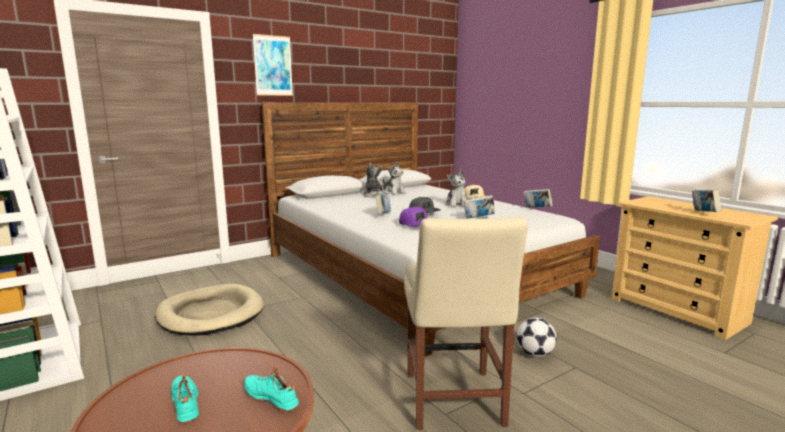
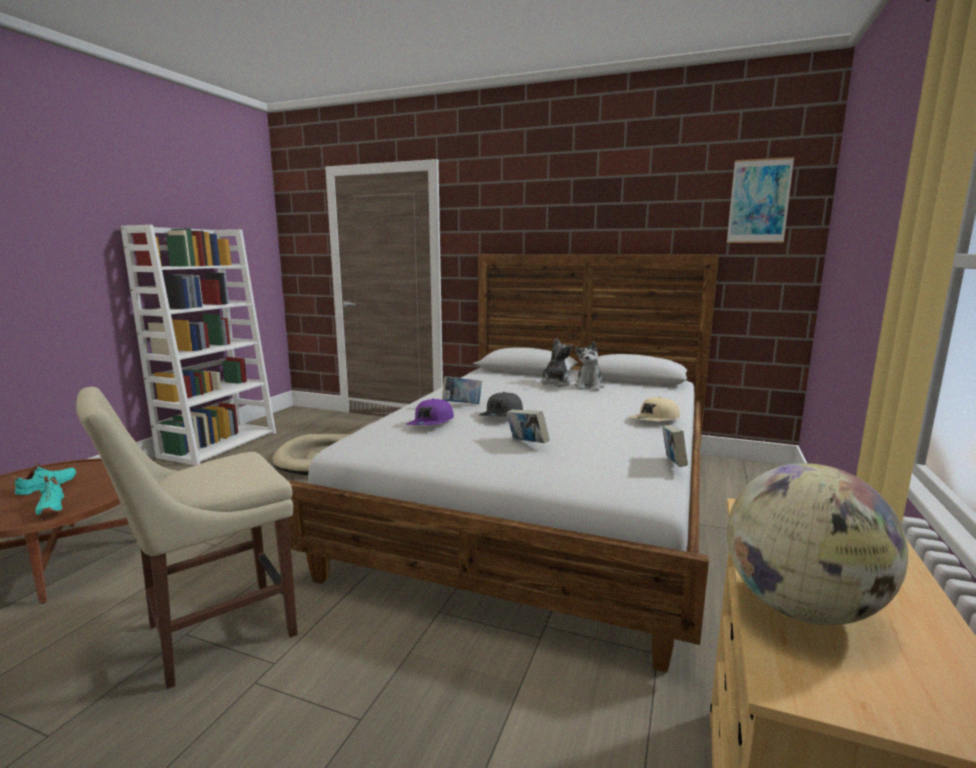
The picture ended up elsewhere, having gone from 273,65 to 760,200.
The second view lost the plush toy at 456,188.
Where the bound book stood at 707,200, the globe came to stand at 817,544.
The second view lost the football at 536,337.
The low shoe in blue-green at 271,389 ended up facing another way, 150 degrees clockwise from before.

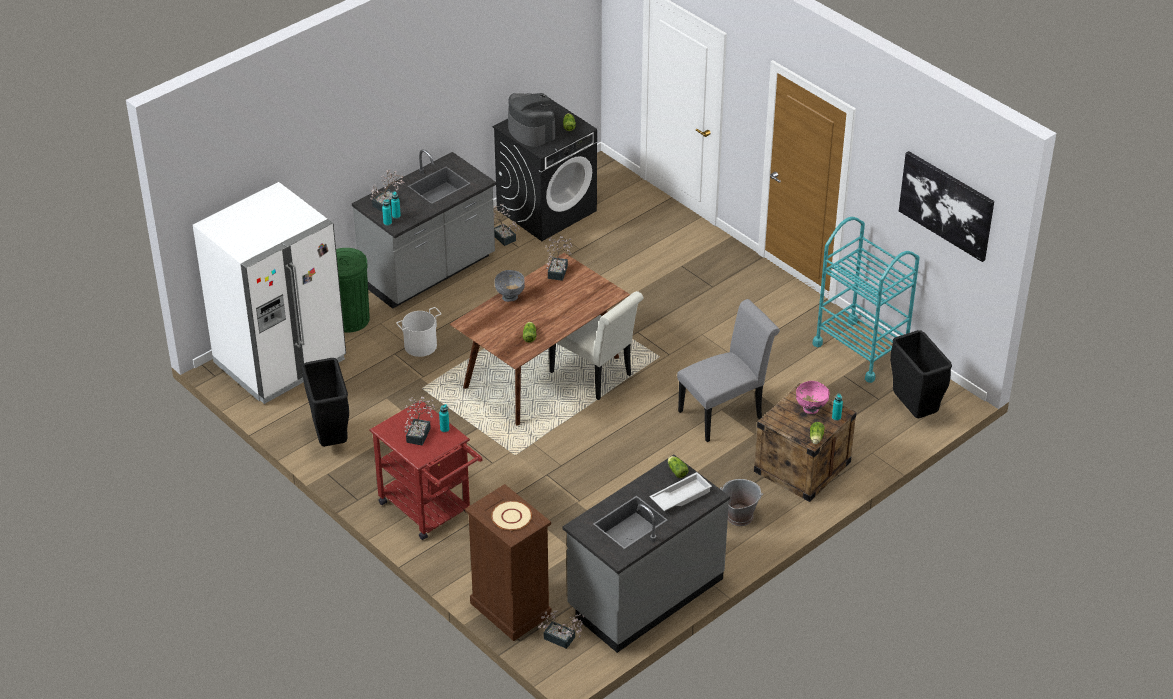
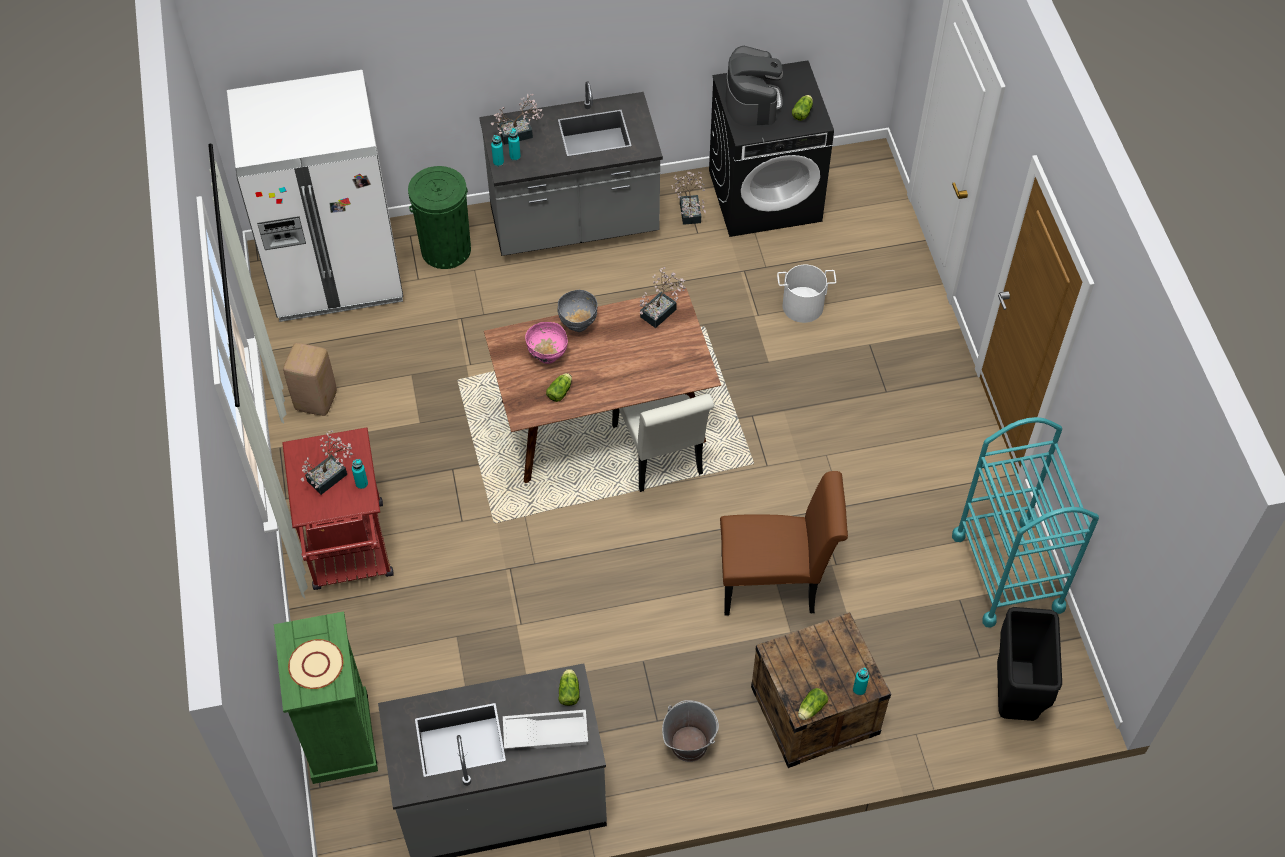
The second view lost the picture at 946,206.
What was the chair in grey at 728,370 turned into the chair in brown at 784,543.
The bucket in whitish ended up elsewhere, having gone from 418,332 to 806,294.
Where the trash can in black-coloured stood at 325,402, the sitting stool in beige-coloured came to stand at 310,379.
The bowl in pinkish ended up elsewhere, having gone from 813,397 to 546,343.
What was the dresser in brown at 508,562 turned into the dresser in green-coloured at 326,697.
The second view lost the potted plant at 561,629.

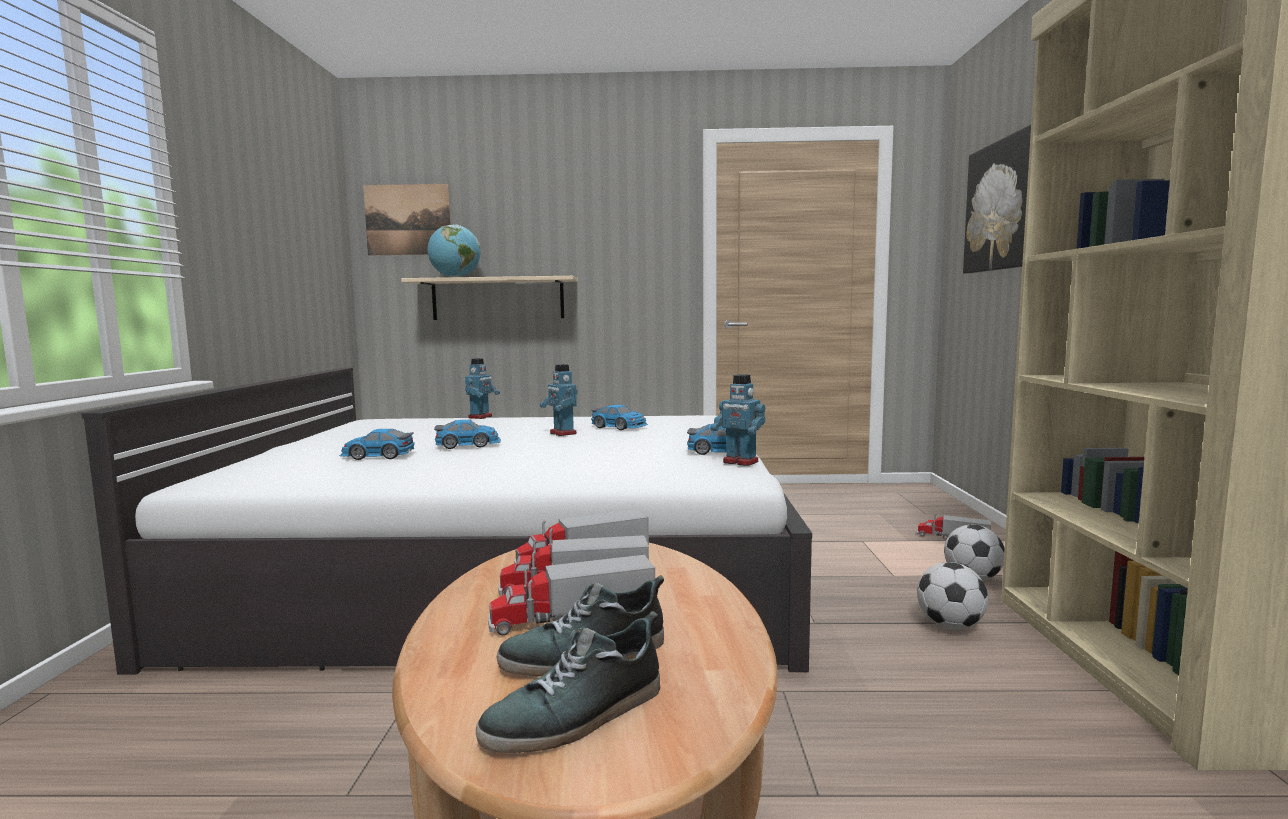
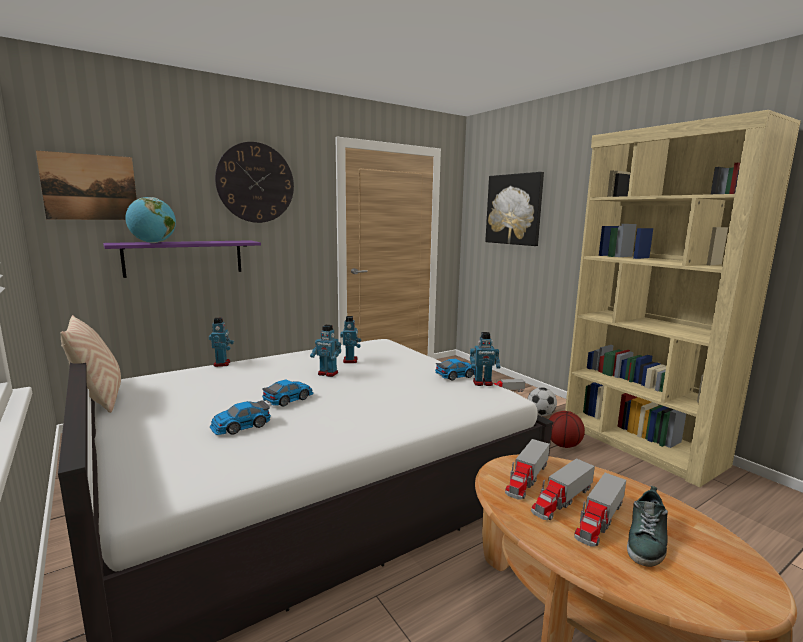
What was the shelf in beige-coloured at 489,298 turned into the shelf in purple at 182,259.
Where the miniature car stood at 619,417, the robot figure came to stand at 350,339.
Where the football stood at 952,595, the basketball ball came to stand at 567,429.
The second view lost the low shoe at 568,682.
The second view gained the clock on the wall at 254,182.
The second view gained the throw pillow in beige-coloured at 91,364.

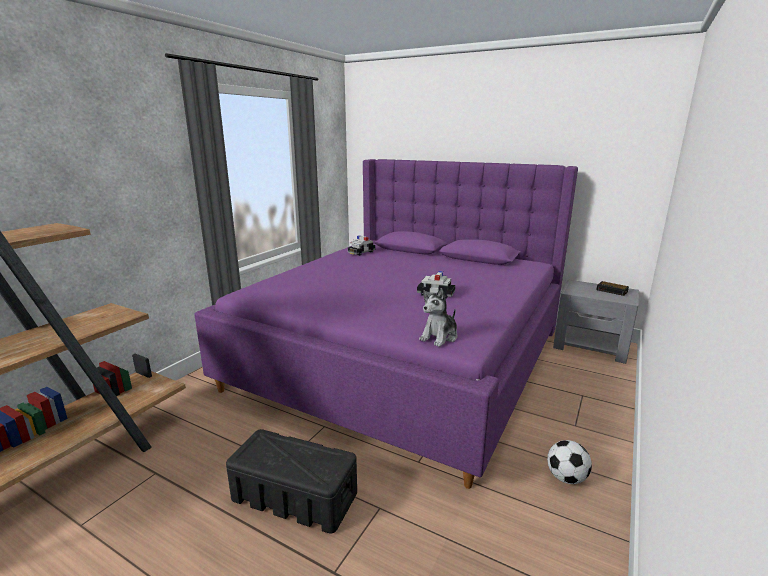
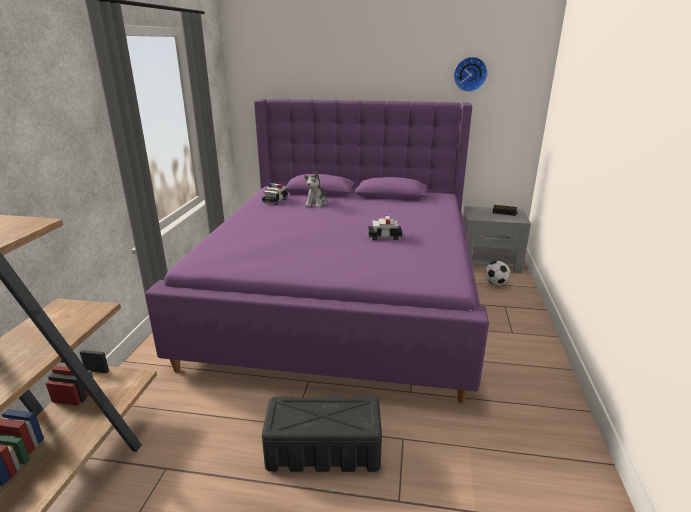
The plush toy ended up elsewhere, having gone from 438,317 to 315,190.
The football ended up elsewhere, having gone from 569,462 to 497,273.
The second view gained the clock on the wall at 471,74.

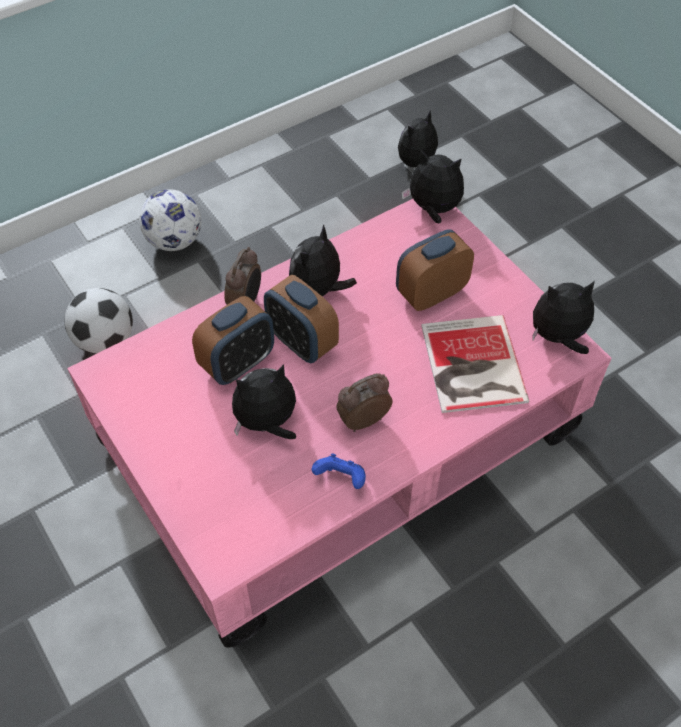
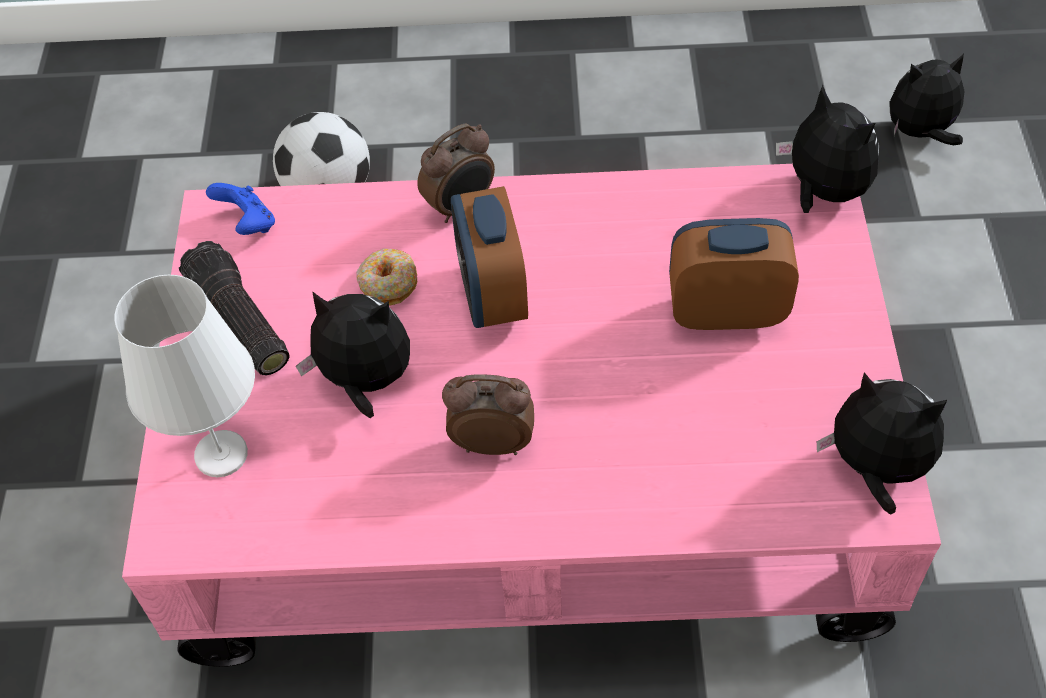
The second view lost the football at 170,220.
The second view lost the plush toy at 323,260.
Where the table clock stood at 233,340, the ring doughnut came to stand at 386,277.
The second view lost the bound book at 475,364.
The game controller in blue ended up elsewhere, having gone from 339,471 to 240,209.
The second view gained the hand torch at 234,308.
The second view gained the lamp for a table in whitish at 185,376.

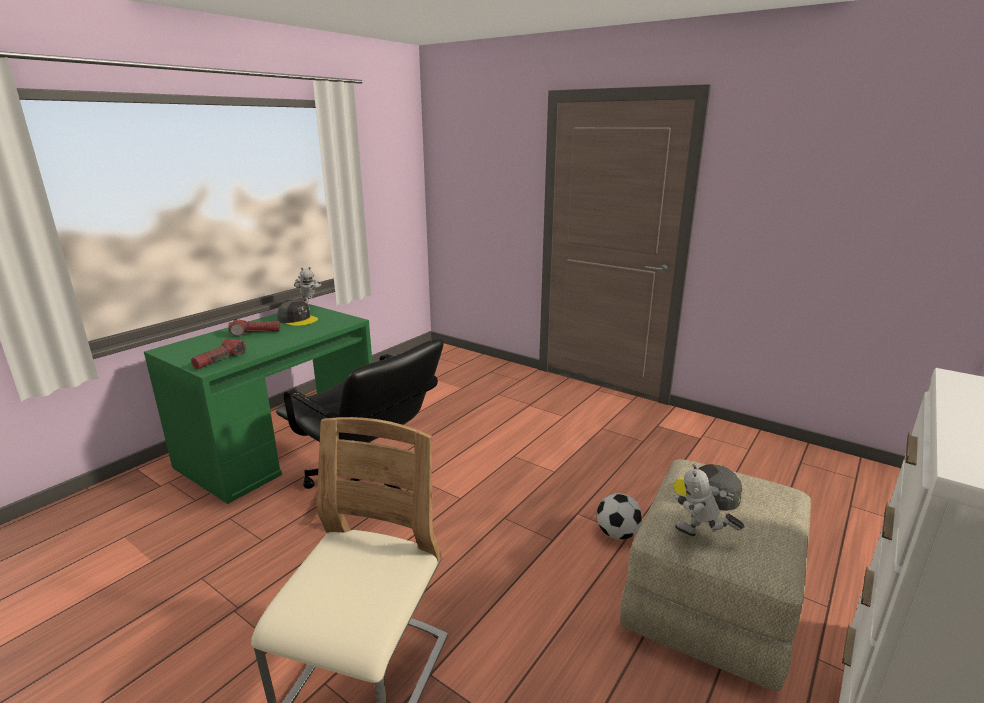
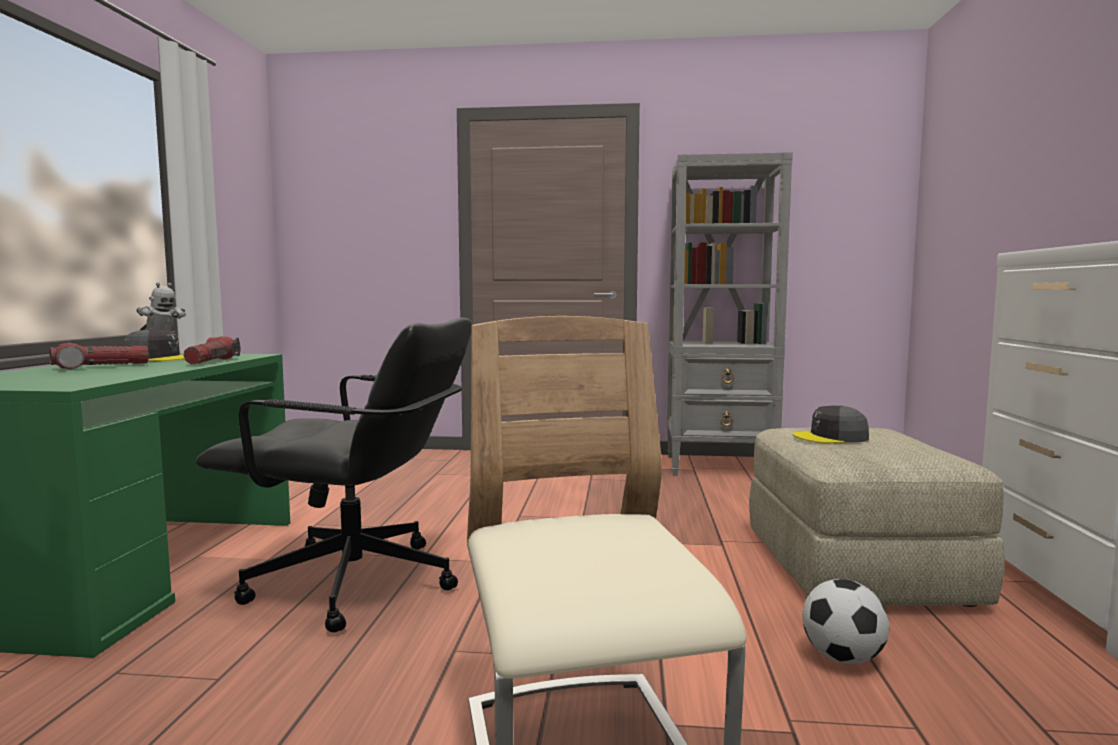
The hand torch ended up elsewhere, having gone from 219,354 to 212,350.
The second view lost the robot figure at 709,499.
The football ended up elsewhere, having gone from 619,516 to 845,621.
The second view gained the bookcase in grey at 730,314.

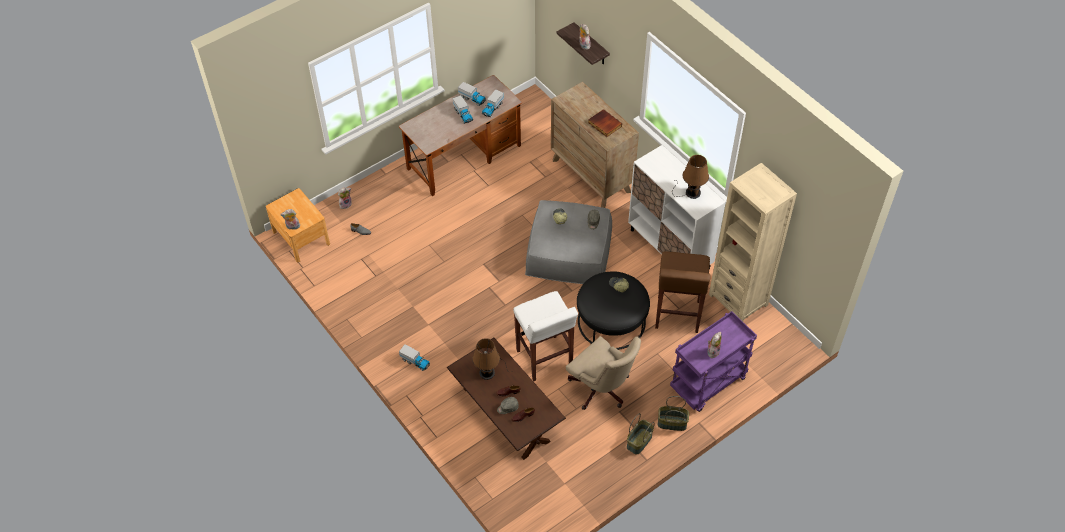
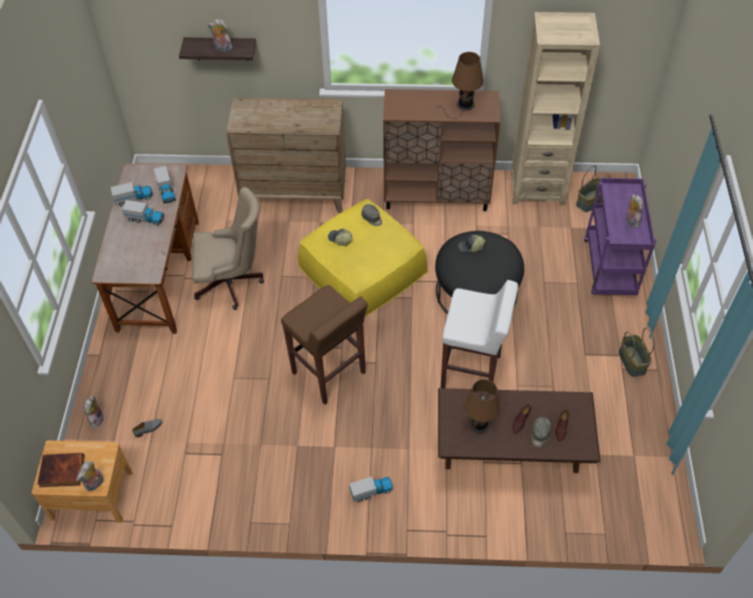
The bound book ended up elsewhere, having gone from 605,123 to 61,470.
What was the cupboard in whitish at 677,207 turned into the cupboard in brown at 442,150.
What was the footrest in grey at 568,242 turned into the footrest in yellowish at 363,258.
The sitting stool in brown ended up elsewhere, having gone from 683,292 to 324,344.
The desk chair in beige-coloured ended up elsewhere, having gone from 603,373 to 228,248.
The basket ended up elsewhere, having gone from 673,413 to 593,189.

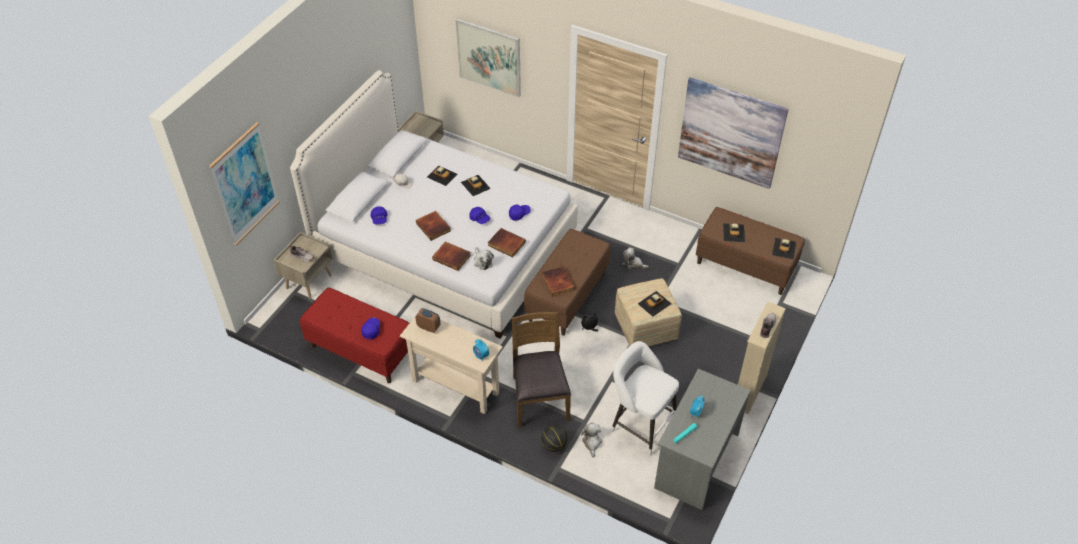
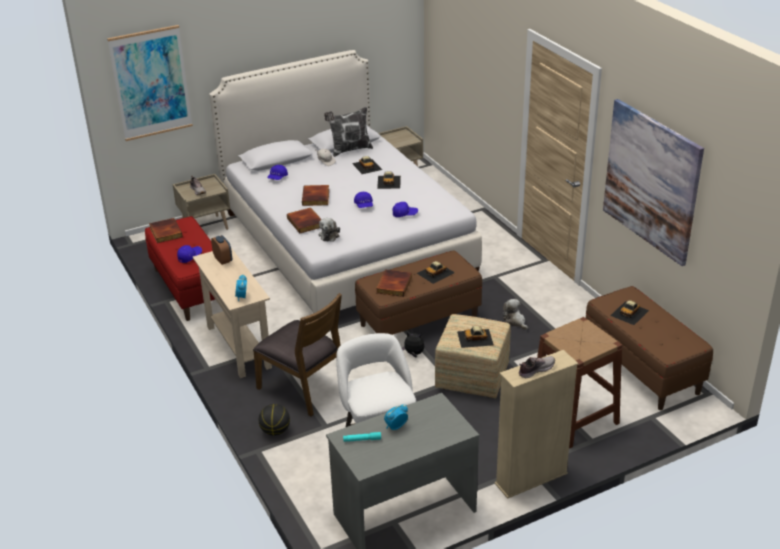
The second view lost the picture at 488,57.
The bound book ended up elsewhere, having gone from 507,242 to 166,230.
The miniature car ended up elsewhere, having gone from 784,248 to 436,272.
The chair in brown at 541,370 ended up facing another way, 105 degrees clockwise from before.
The second view lost the plush toy at 591,439.
The second view gained the throw pillow at 348,132.
The second view gained the sitting stool in brown at 579,383.

